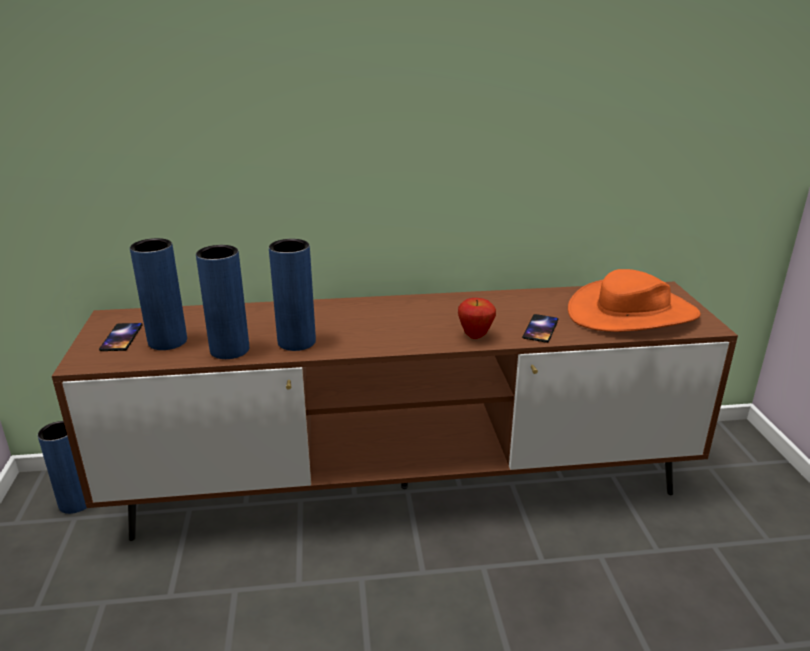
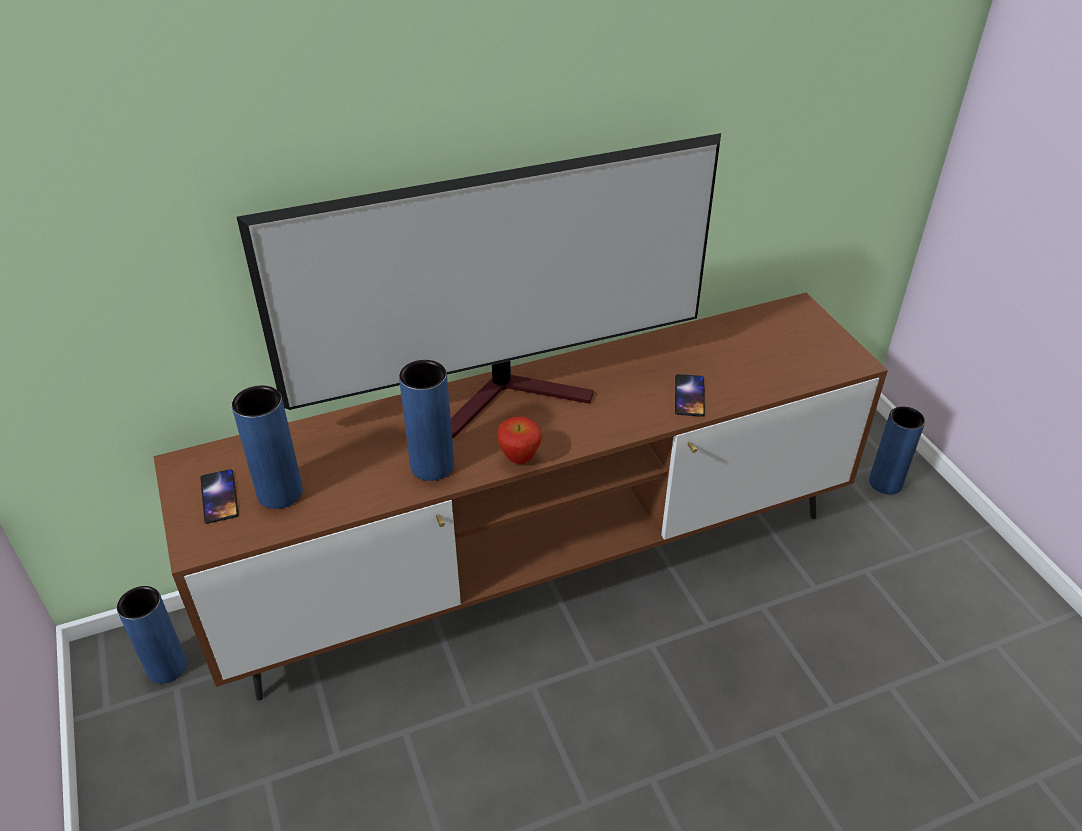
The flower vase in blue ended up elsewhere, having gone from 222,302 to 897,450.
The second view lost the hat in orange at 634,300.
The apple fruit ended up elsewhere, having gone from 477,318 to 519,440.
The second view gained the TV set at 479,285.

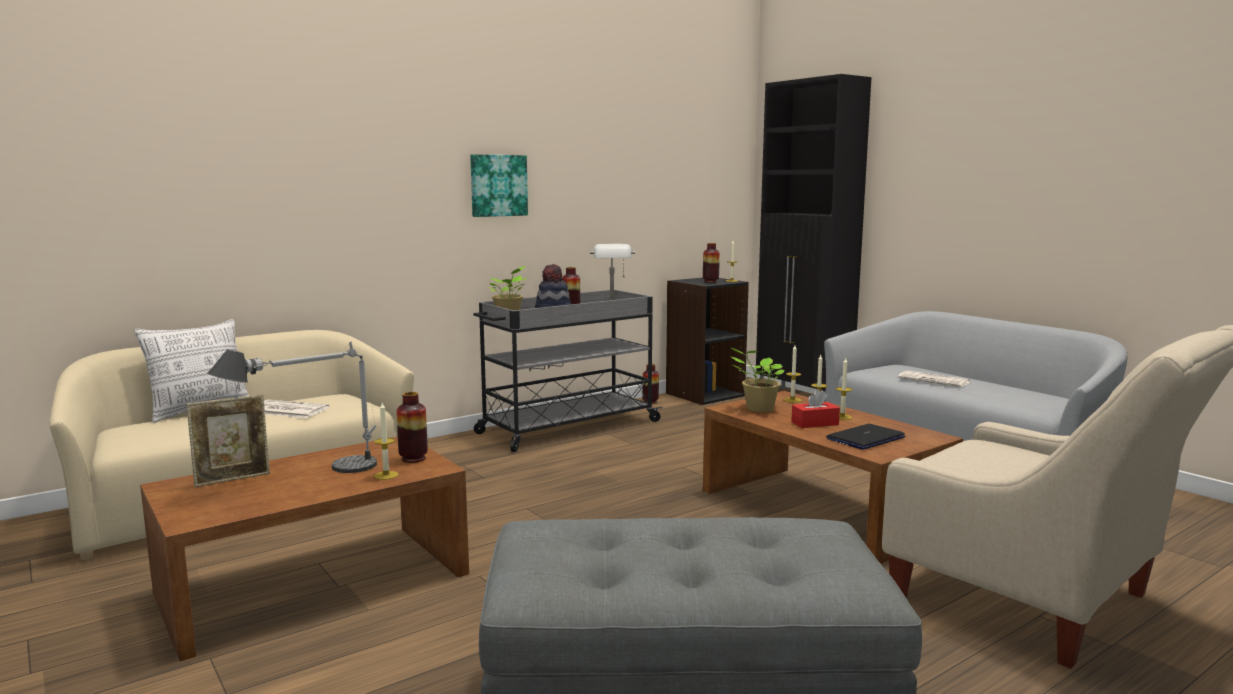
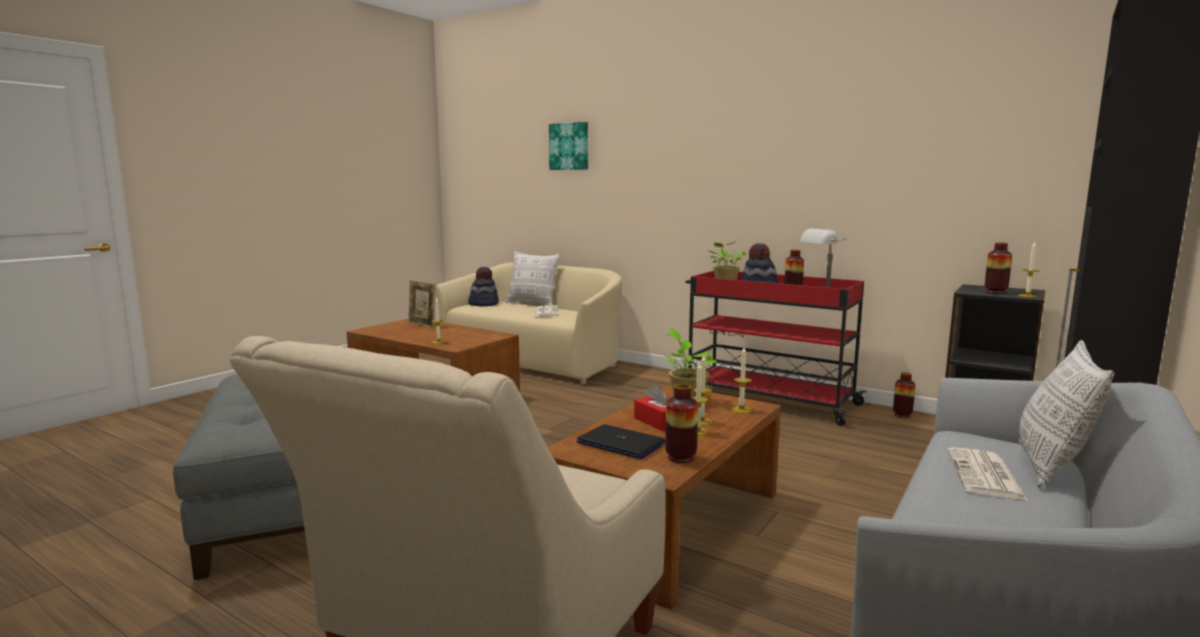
The picture ended up elsewhere, having gone from 499,185 to 568,146.
What was the trolley in grey at 568,371 turned into the trolley in red-coloured at 776,348.
The second view lost the lamp for a table at 292,407.
The flower vase ended up elsewhere, having gone from 412,427 to 681,423.
The second view gained the hat at 483,286.
The second view gained the throw pillow at 1066,414.

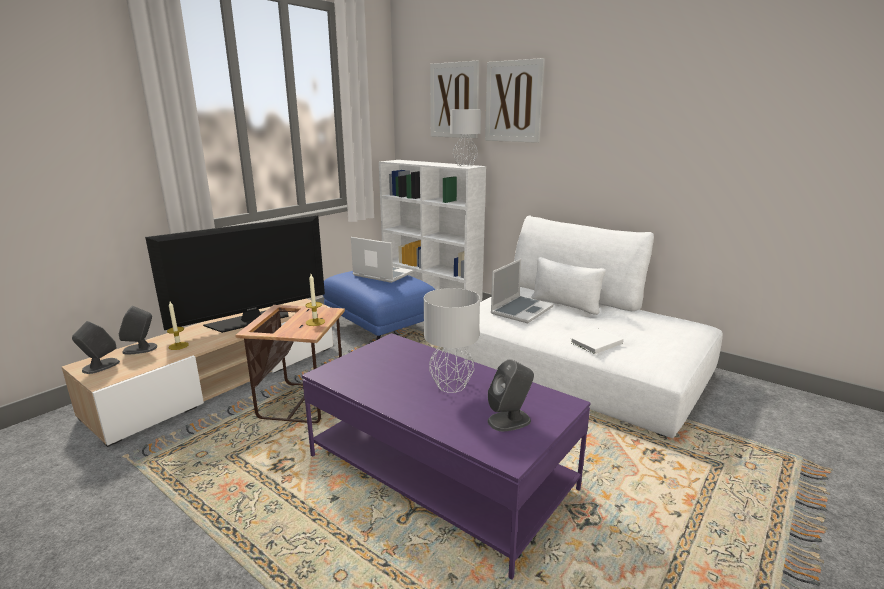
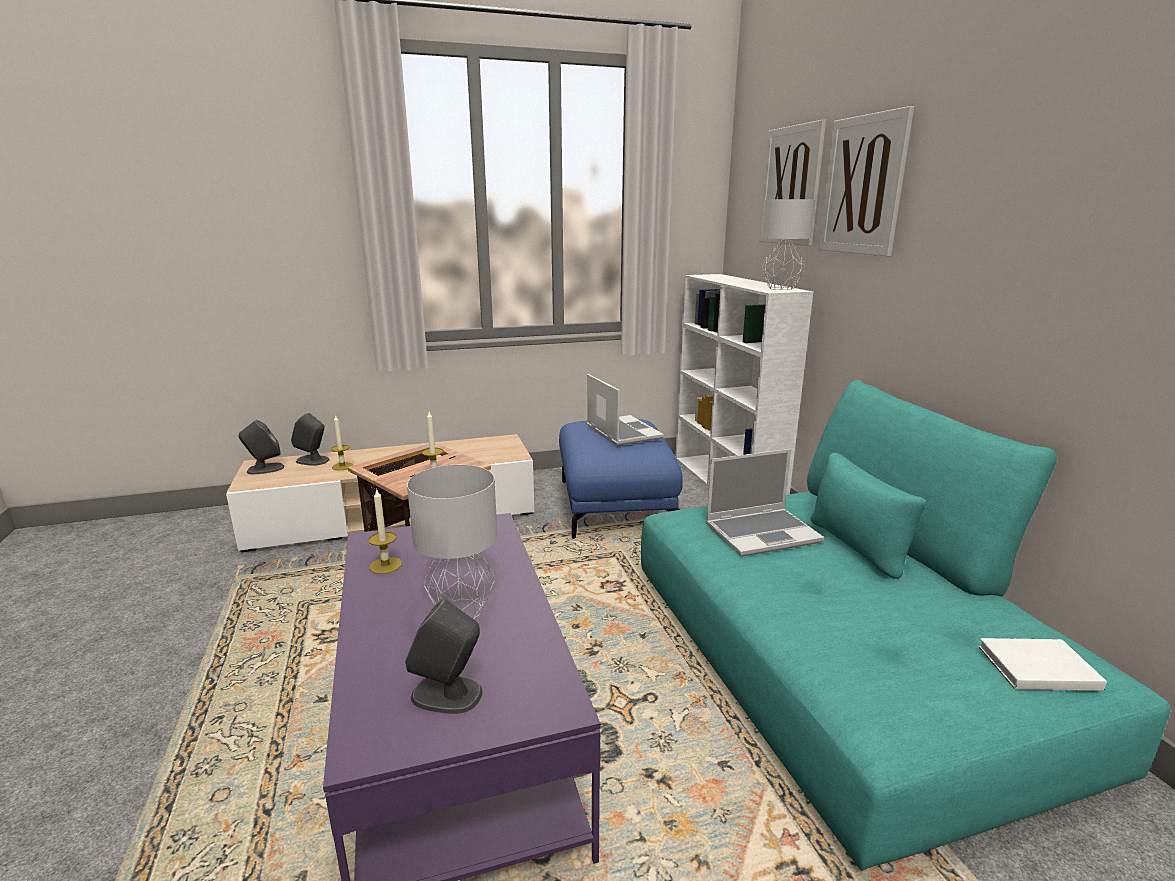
The second view lost the TV set at 235,274.
What was the settee in whitish at 583,327 turned into the settee in blue-green at 905,625.
The bound book in whitish ended up elsewhere, having gone from 596,341 to 1042,664.
The second view gained the wax light at 385,531.

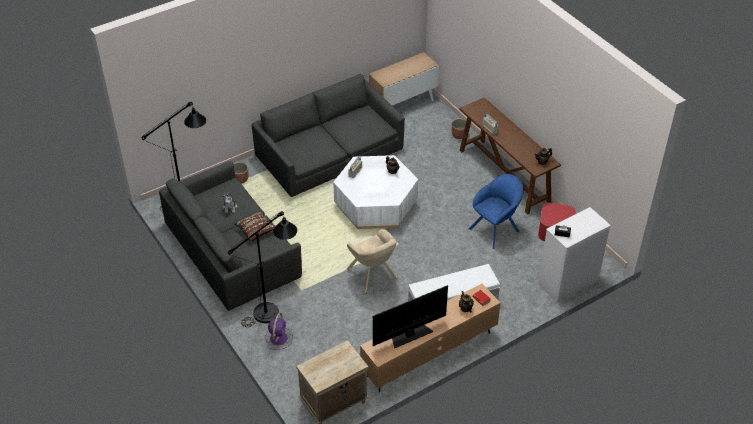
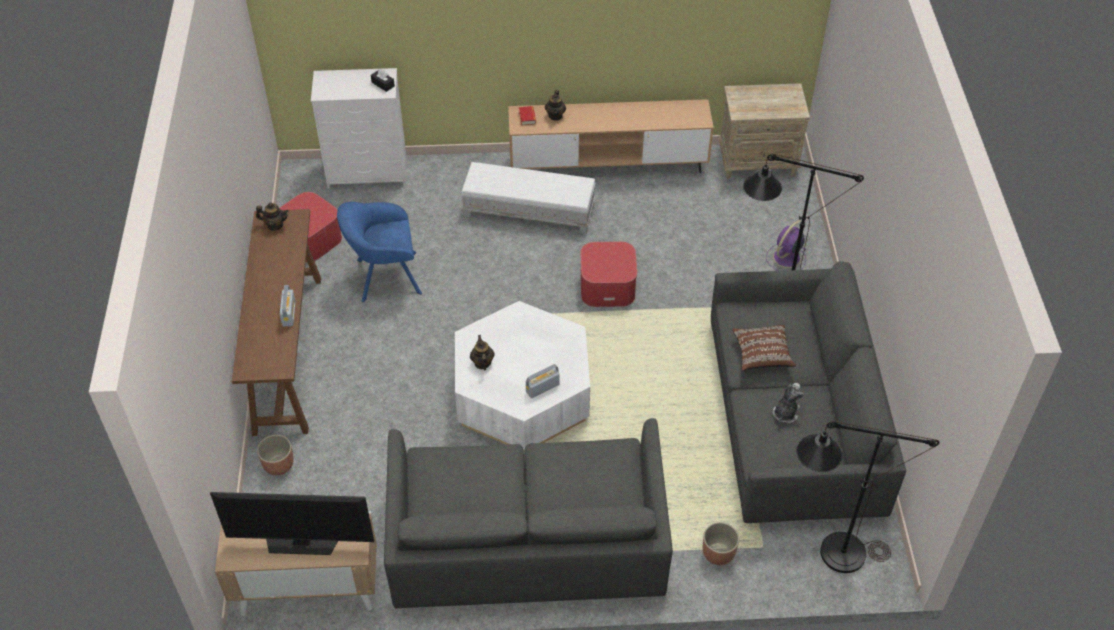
Where the lounge chair in beige-coloured stood at 372,261, the footrest came to stand at 608,274.
The TV set ended up elsewhere, having gone from 410,316 to 292,523.

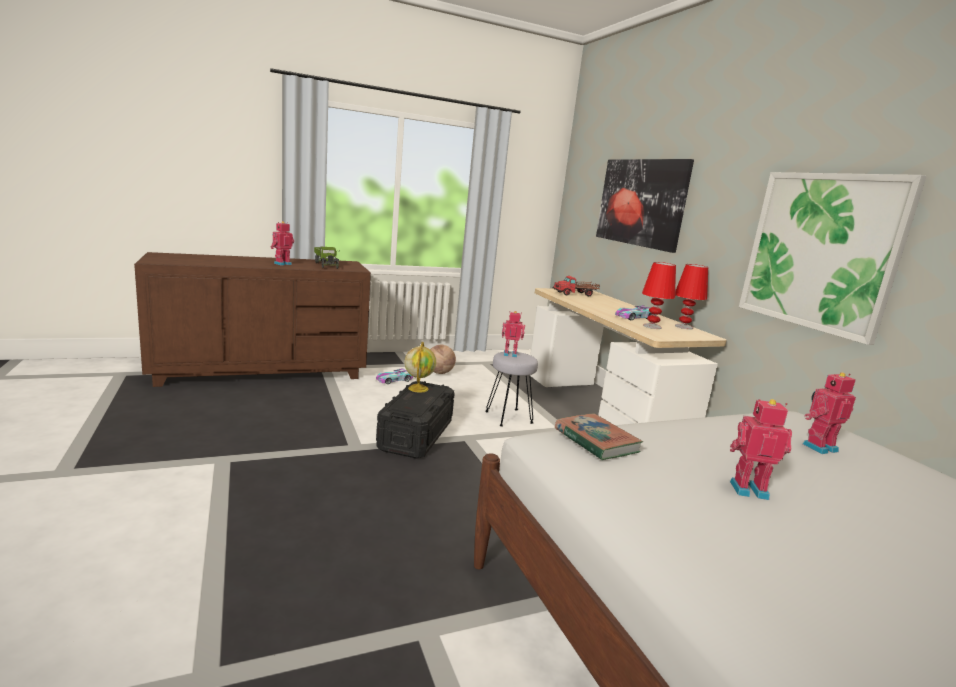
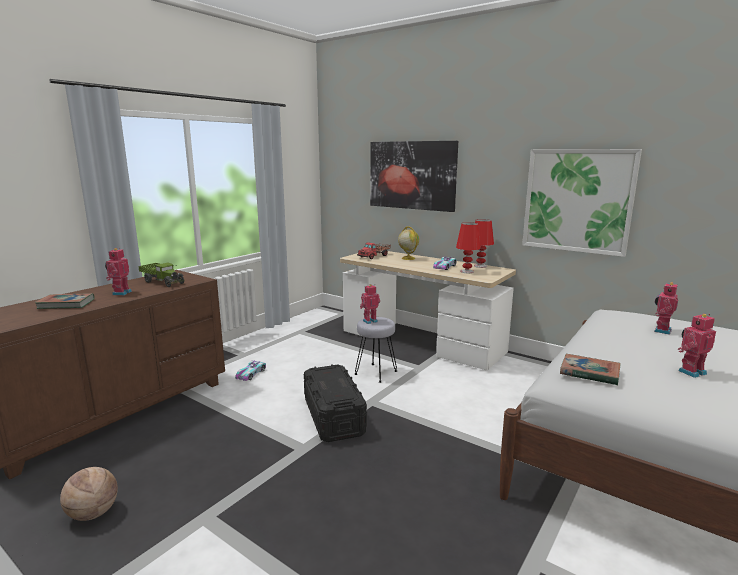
The globe ended up elsewhere, having gone from 420,367 to 408,243.
The basketball ball ended up elsewhere, having gone from 443,359 to 89,494.
The second view gained the bound book at 65,301.

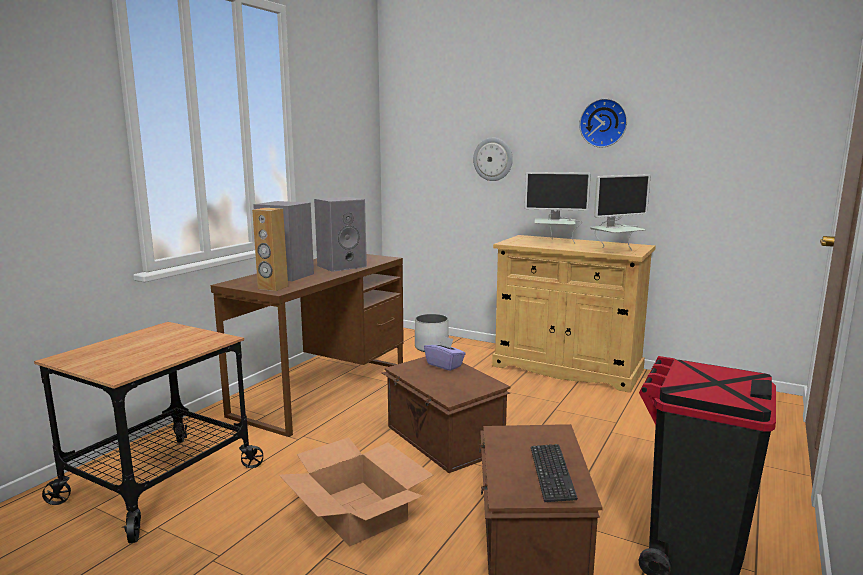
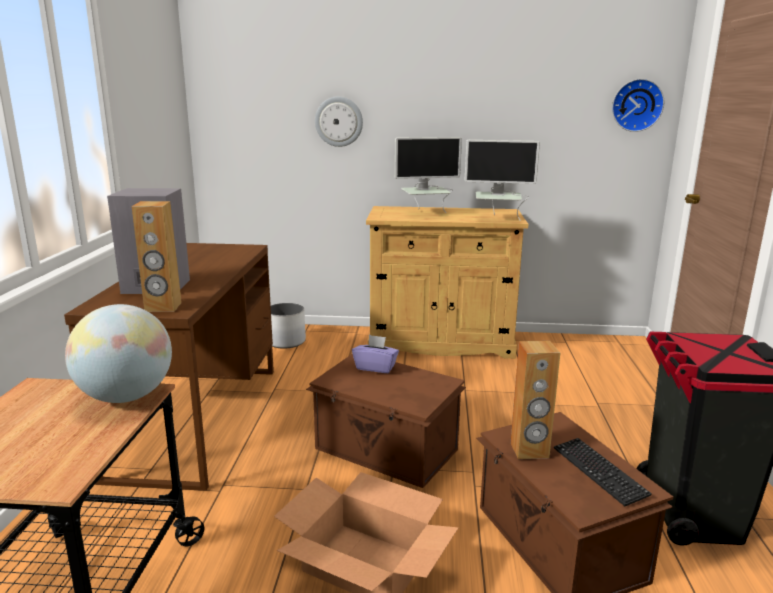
The clock on the wall ended up elsewhere, having gone from 603,122 to 638,105.
The computer display at 620,212 ended up facing another way, 60 degrees clockwise from before.
The second view lost the speaker in grey at 340,234.
The second view gained the globe at 118,353.
The second view gained the speaker in brown at 535,400.

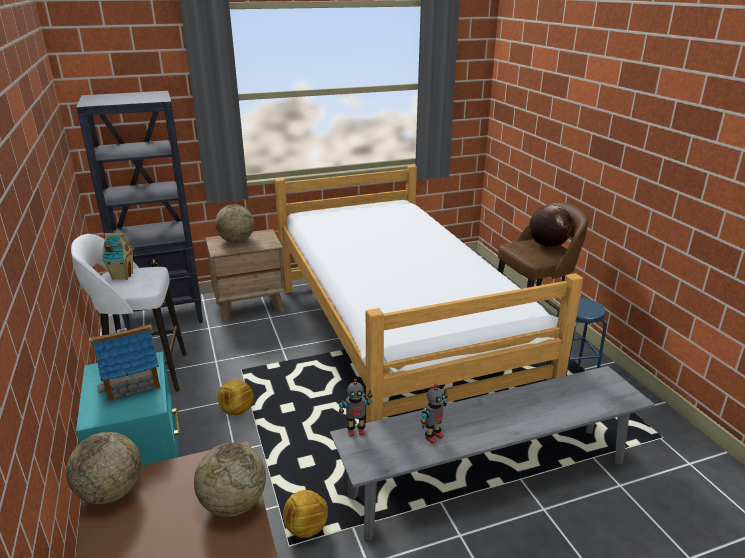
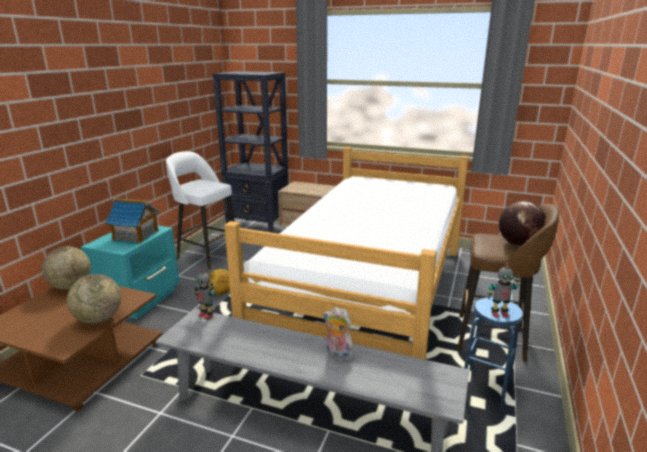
The second view lost the globe at 234,223.
The second view lost the toy house at 118,256.
The robot figure ended up elsewhere, having gone from 434,414 to 503,290.
The second view lost the football at 305,514.
The second view gained the plush toy at 338,334.

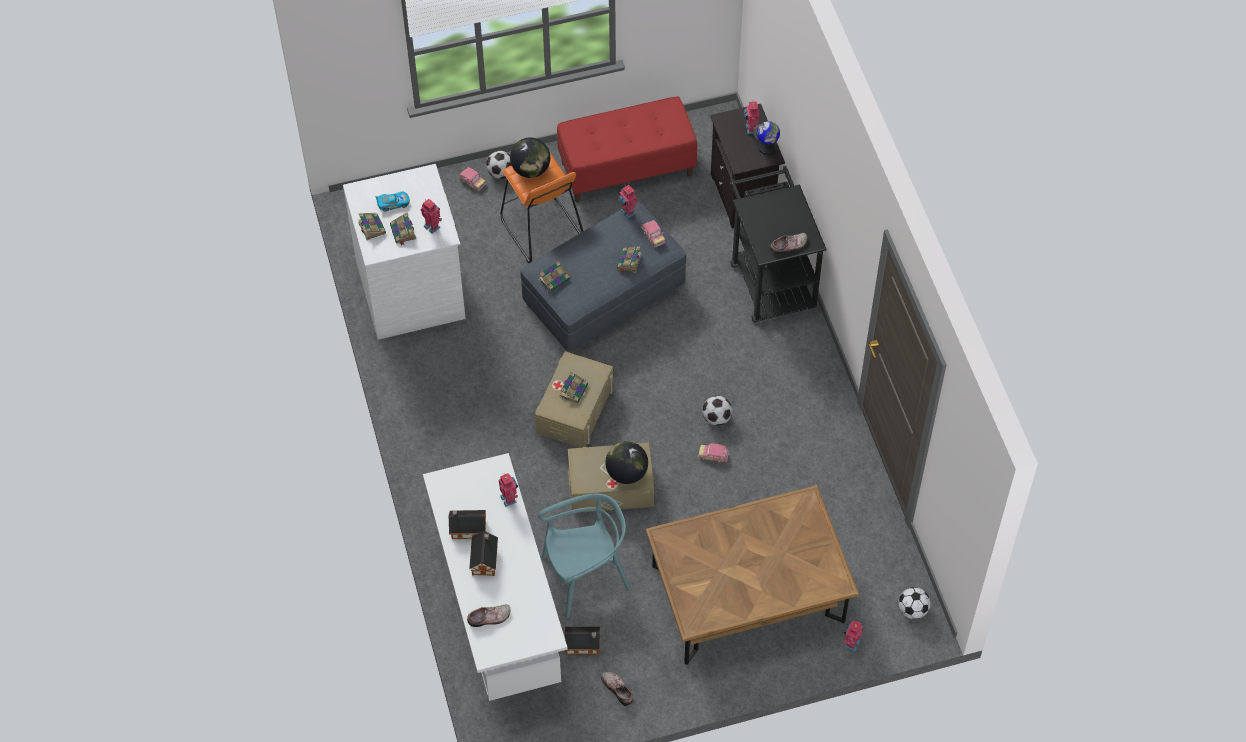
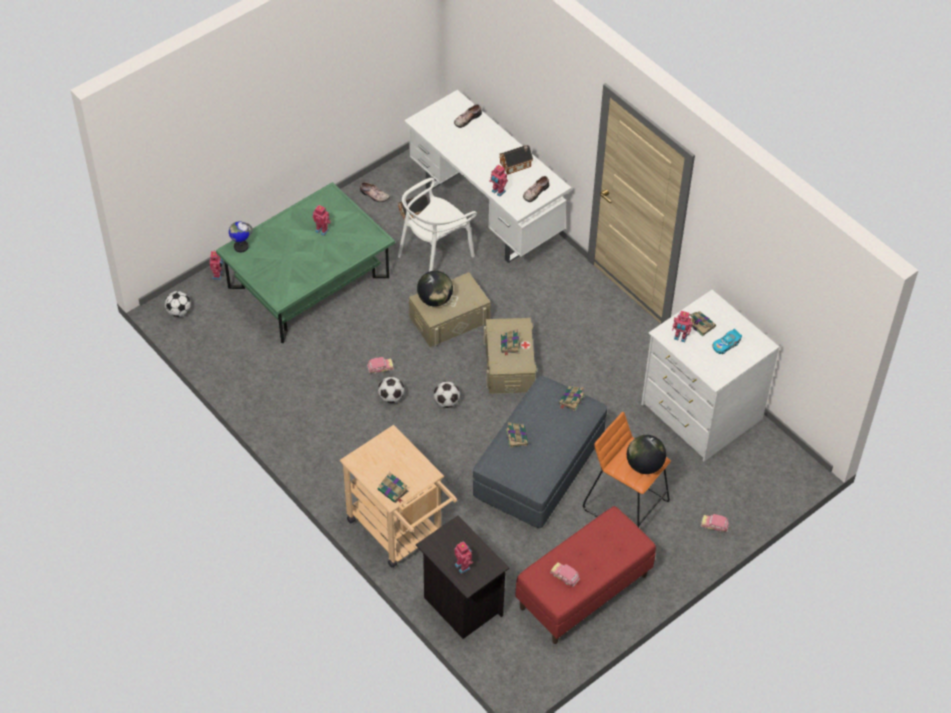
The globe ended up elsewhere, having gone from 766,138 to 241,237.
The football ended up elsewhere, having gone from 498,165 to 447,394.
What was the trolley in black-coloured at 778,244 turned into the trolley in beige-coloured at 398,496.
The robot figure ended up elsewhere, having gone from 627,202 to 321,220.
The bound book ended up elsewhere, having gone from 372,226 to 393,487.
The miniature car ended up elsewhere, having gone from 654,233 to 565,574.
The low shoe ended up elsewhere, having gone from 788,244 to 536,189.
What was the lounge table in brown at 752,575 turned into the lounge table in green-coloured at 305,262.
What was the chair in blue-green at 584,556 turned into the chair in whitish at 437,225.
The second view lost the toy house at 483,553.

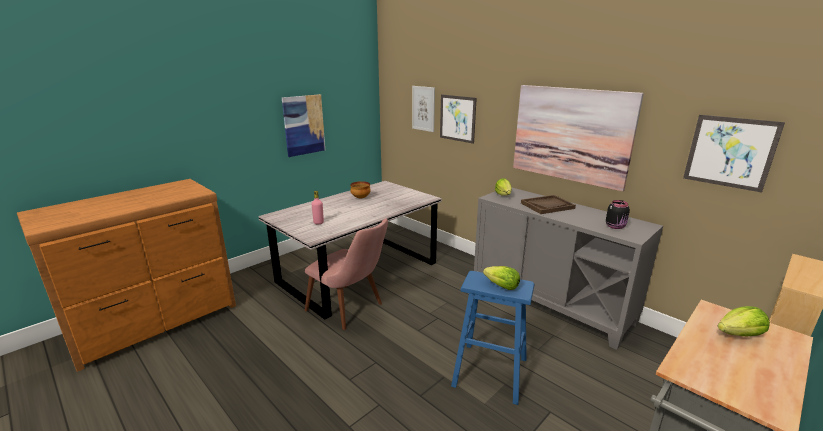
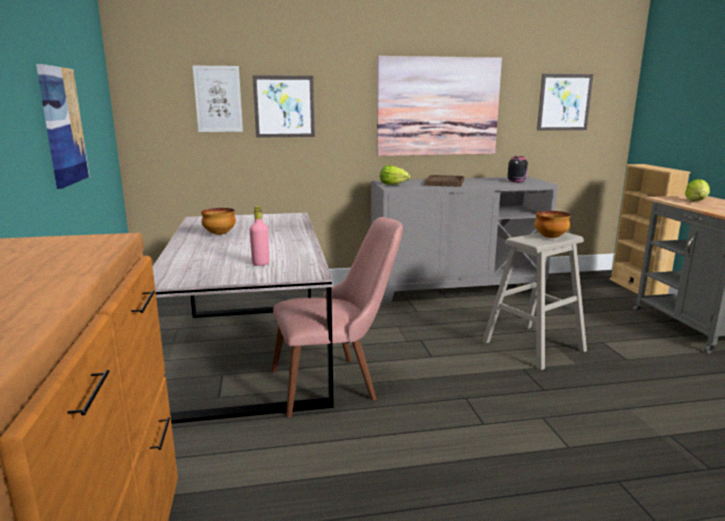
Where the lettuce head stood at 501,278, the bowl came to stand at 552,224.
What was the sitting stool in blue at 493,338 turned into the sitting stool in beige-coloured at 534,301.

